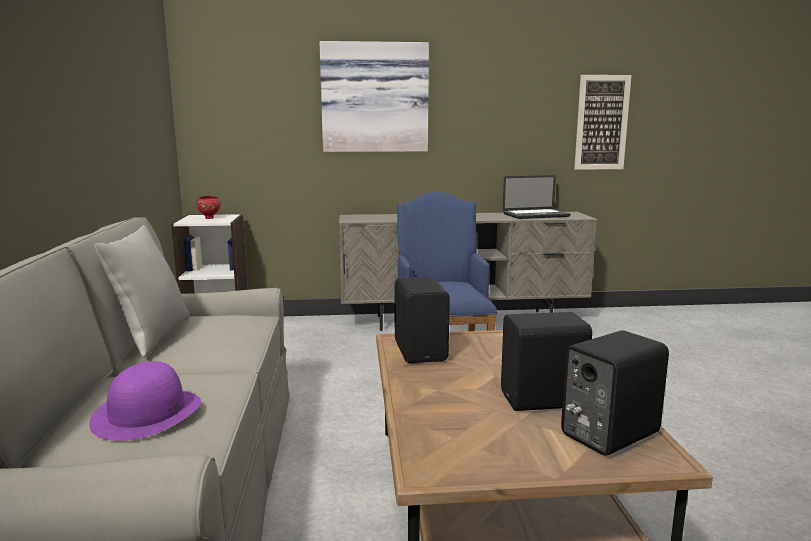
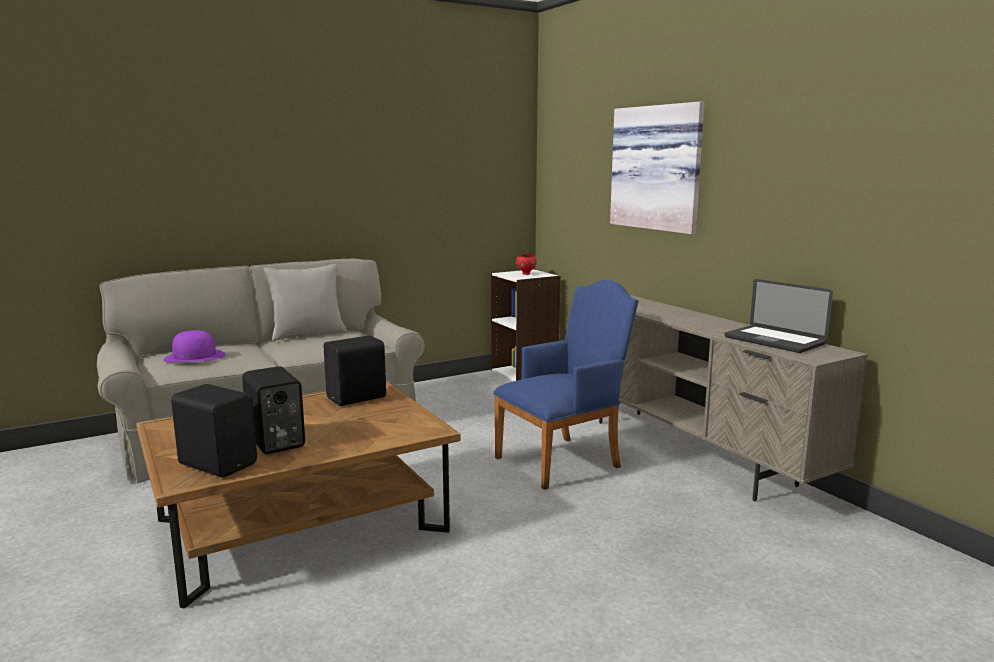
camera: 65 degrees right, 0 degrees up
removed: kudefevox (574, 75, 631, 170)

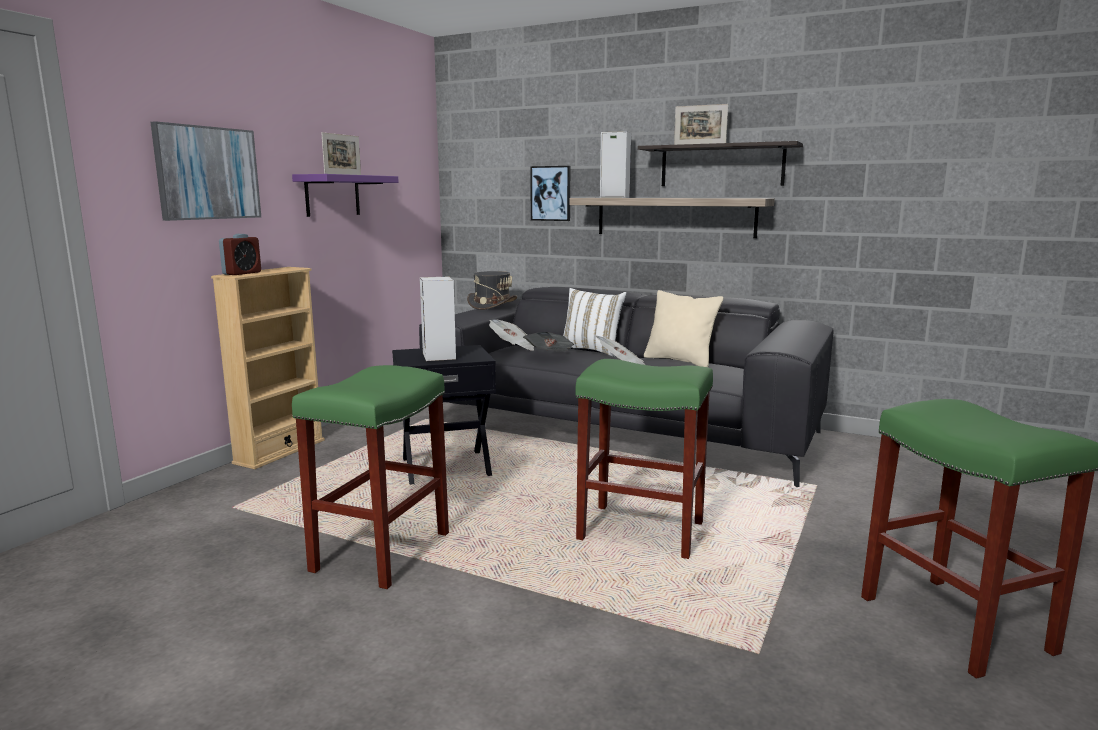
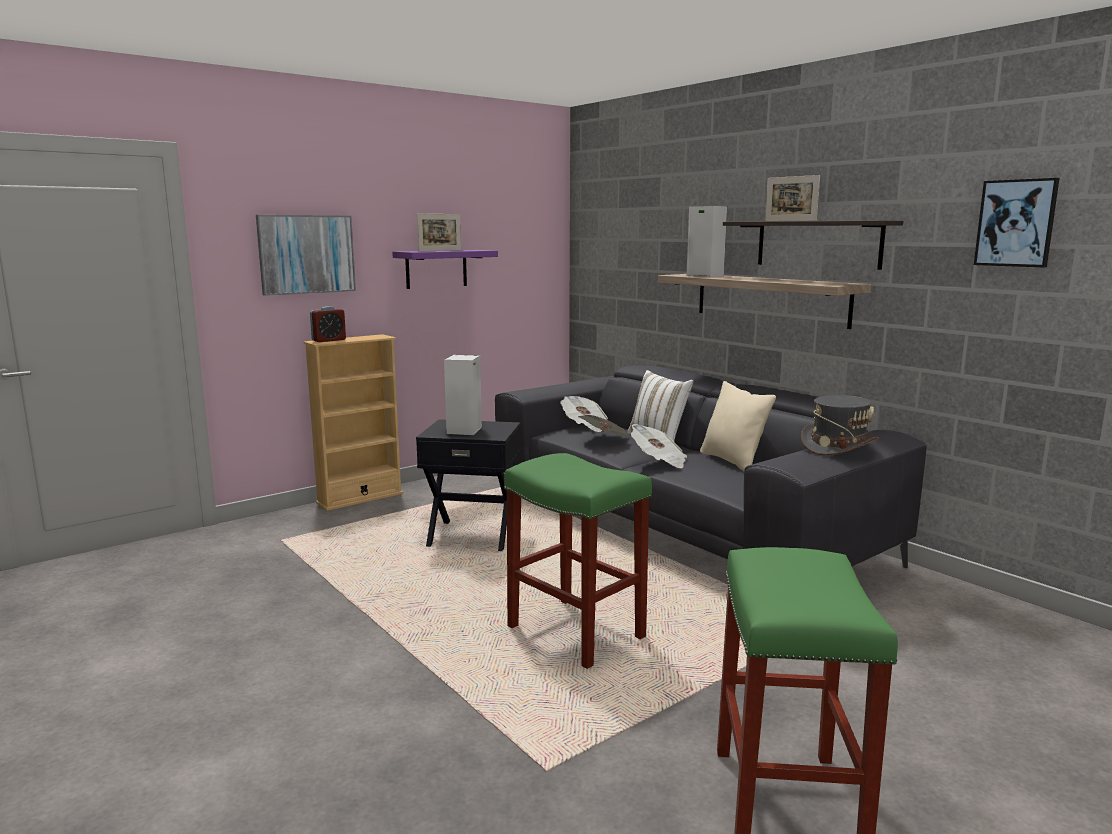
camera: 25 degrees right, 0 degrees up
removed: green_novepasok (292, 365, 449, 589)
moved: kudefevox (530, 166, 570, 221) to (974, 178, 1060, 267); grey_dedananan (467, 271, 517, 310) to (801, 395, 878, 456)

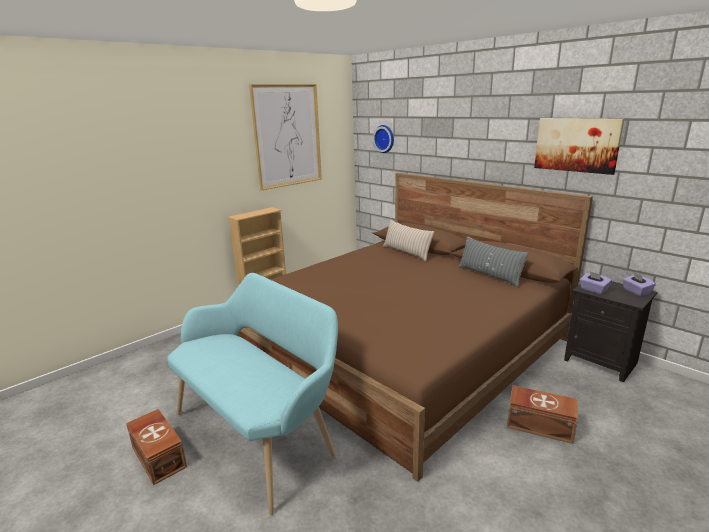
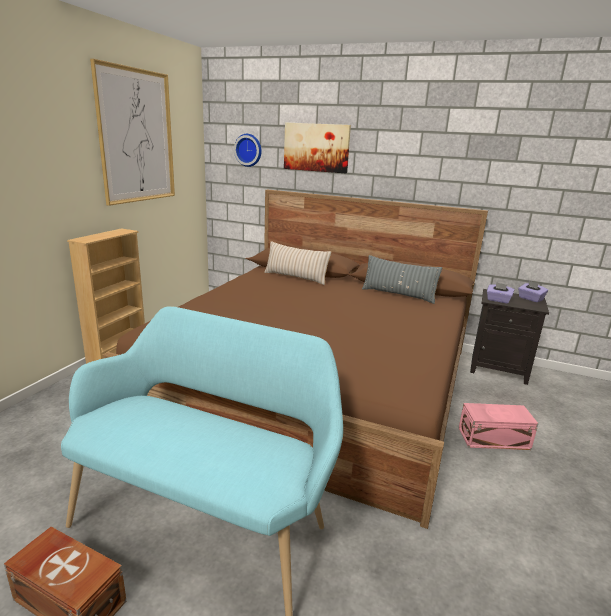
camera: 25 degrees left, 0 degrees up
moved: kudefevox (534, 118, 624, 175) to (284, 123, 351, 173)
recoloured: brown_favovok (507, 385, 578, 444) to pink_favovok (459, 403, 539, 450)

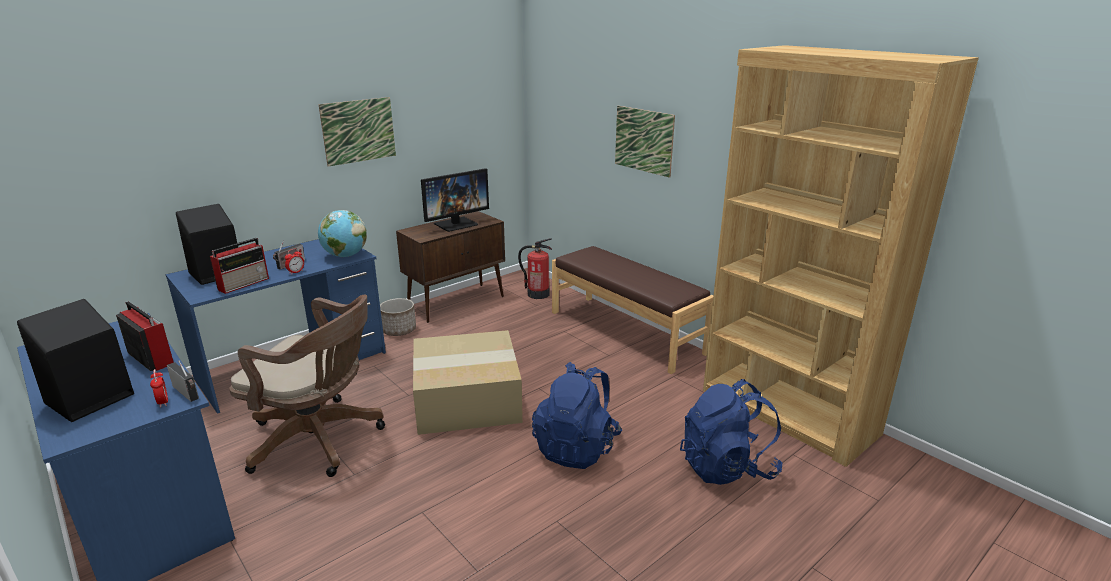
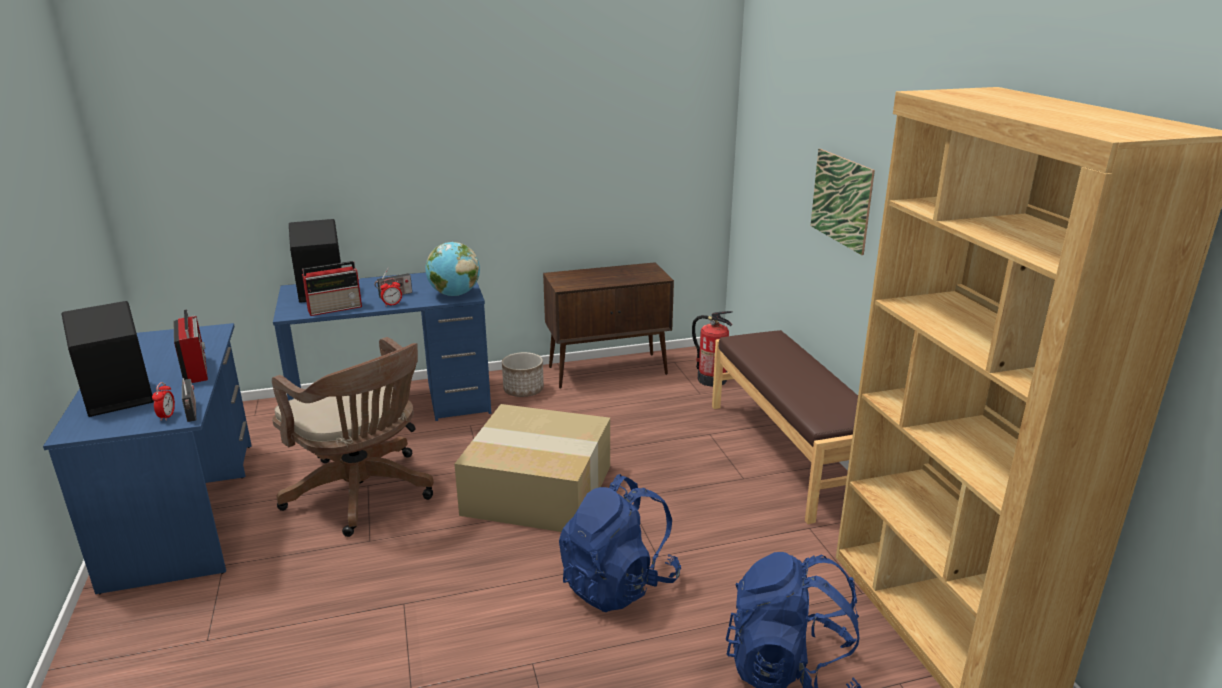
camera: 25 degrees right, 0 degrees up
removed: kudefevox (318, 97, 396, 167); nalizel (421, 168, 489, 232)

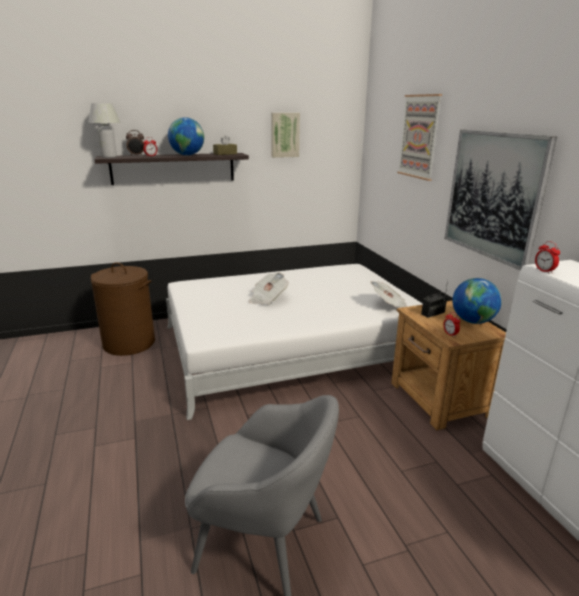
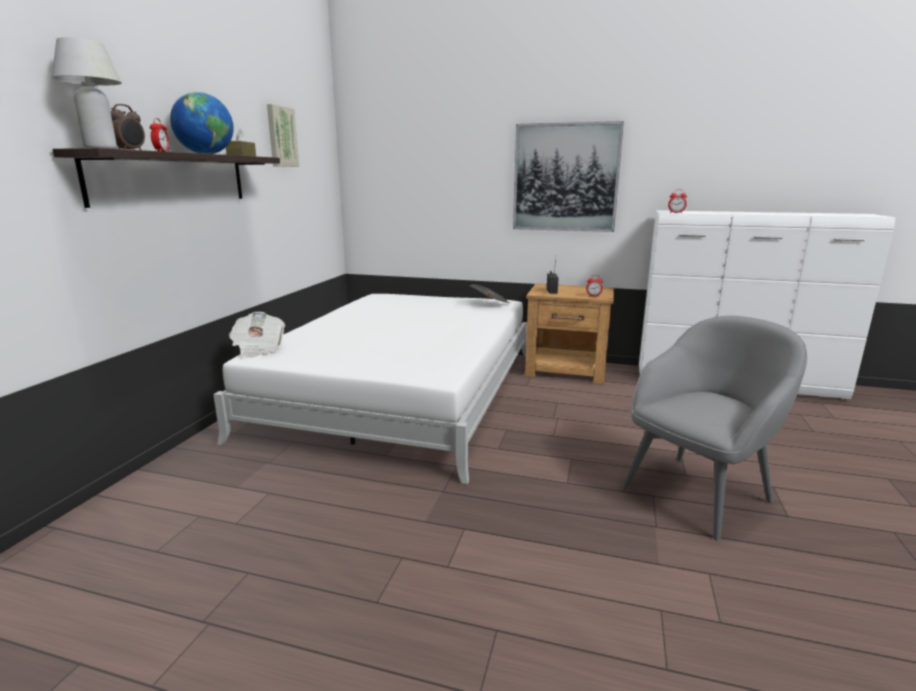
camera: 55 degrees left, 5 degrees down
removed: kudefevox (397, 94, 442, 181); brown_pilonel (91, 262, 155, 356); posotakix (452, 278, 502, 324)
moved: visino (249, 273, 288, 305) to (229, 312, 286, 358)

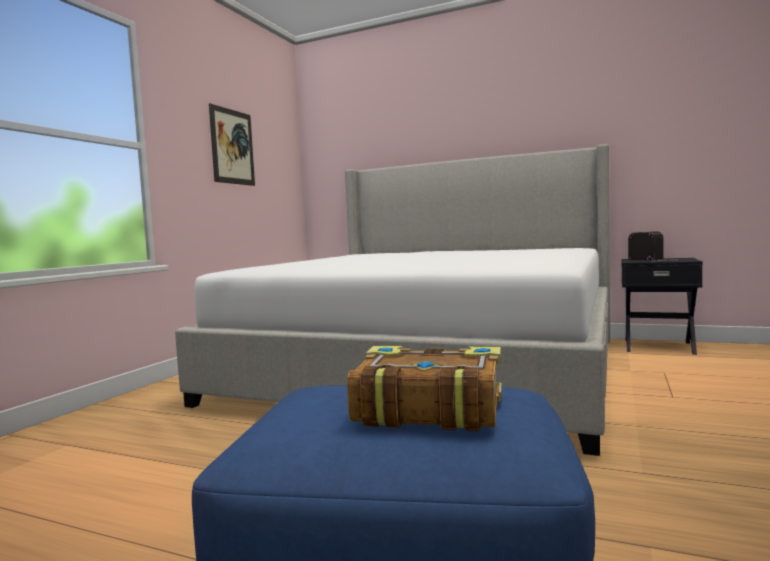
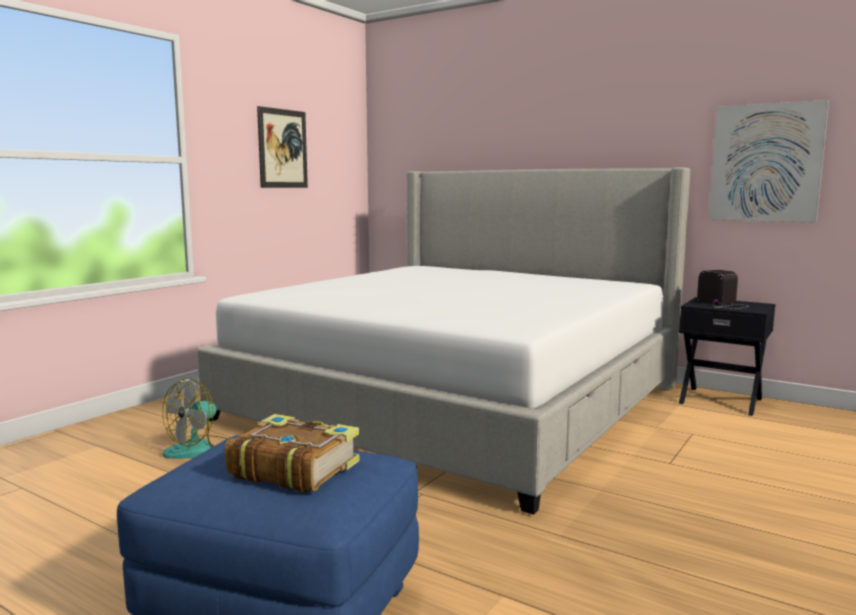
camera: 10 degrees right, 5 degrees up
added: kudefevox (709, 100, 829, 223); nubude (162, 378, 228, 459)

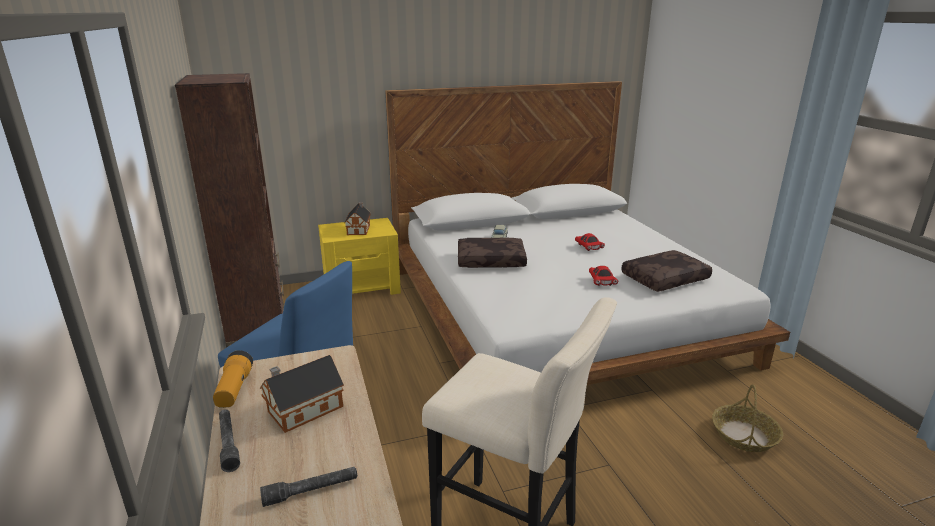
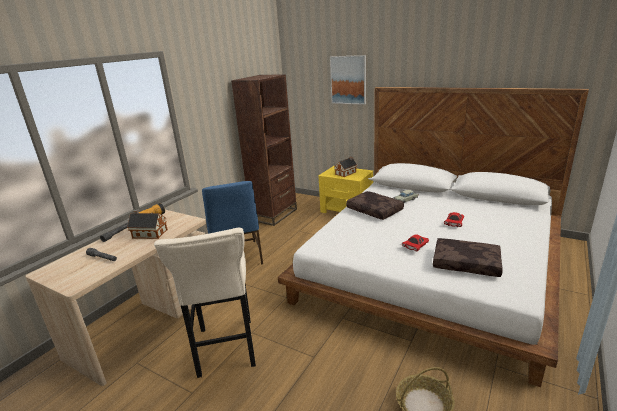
camera: 50 degrees right, 0 degrees up
added: kudefevox (330, 55, 366, 105)

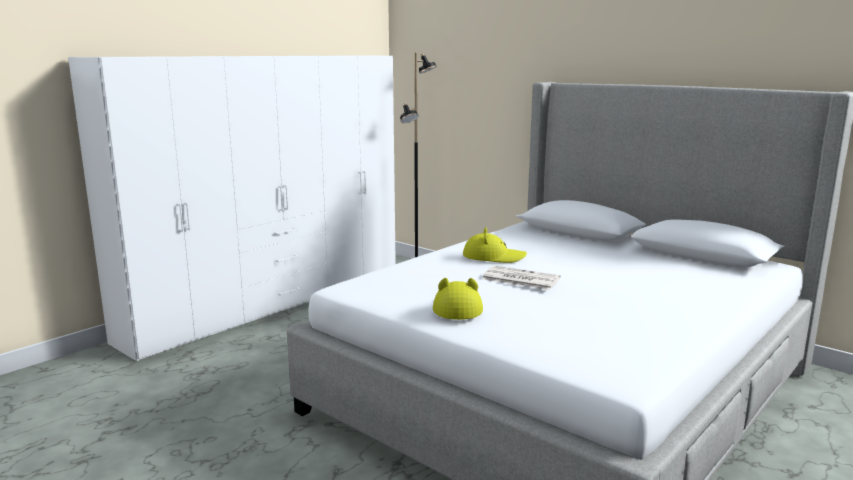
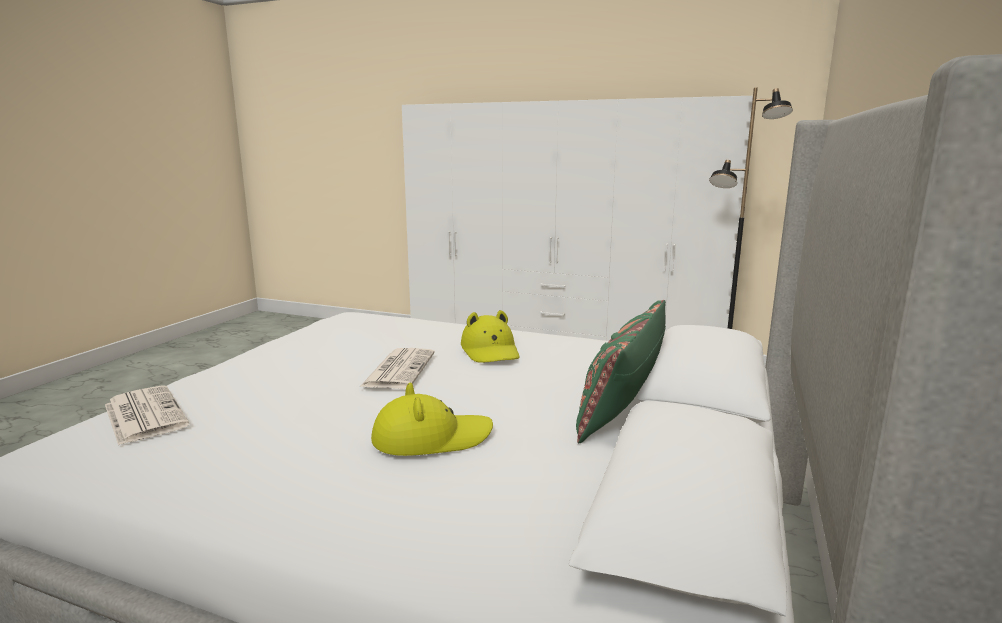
camera: 70 degrees right, 0 degrees up
added: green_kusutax (576, 300, 666, 443); visino (105, 385, 189, 446)
moved: yellow_dedananan (433, 278, 483, 320) to (371, 382, 493, 456)

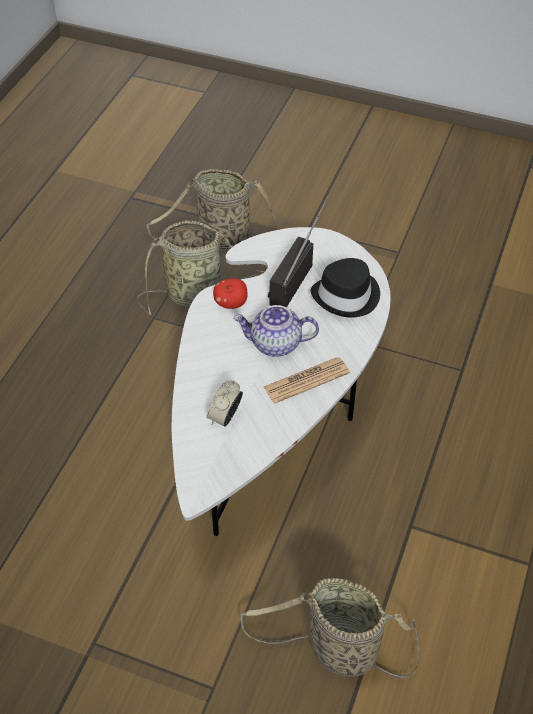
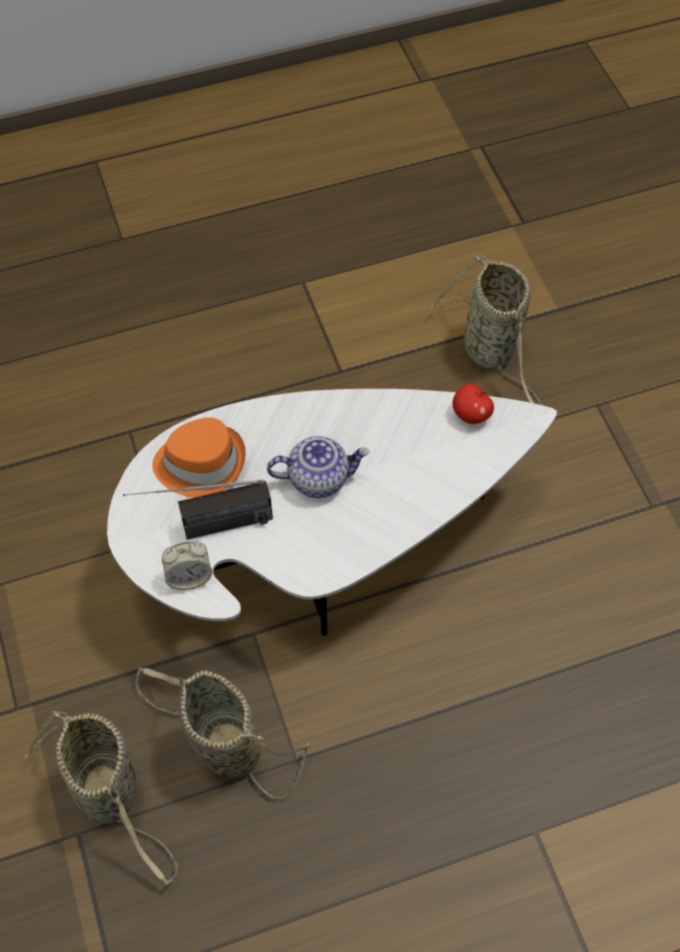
camera: 130 degrees left, 10 degrees up
removed: visino (264, 357, 350, 404)
moved: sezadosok (213, 278, 248, 309) to (453, 383, 494, 424); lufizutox (206, 381, 243, 427) to (162, 541, 212, 590)
recoloured: black_dedananan (311, 258, 380, 318) to orange_dedananan (152, 417, 246, 497)
turned: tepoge (234, 305, 319, 357) = (267, 436, 369, 498) 60 degrees counterclockwise

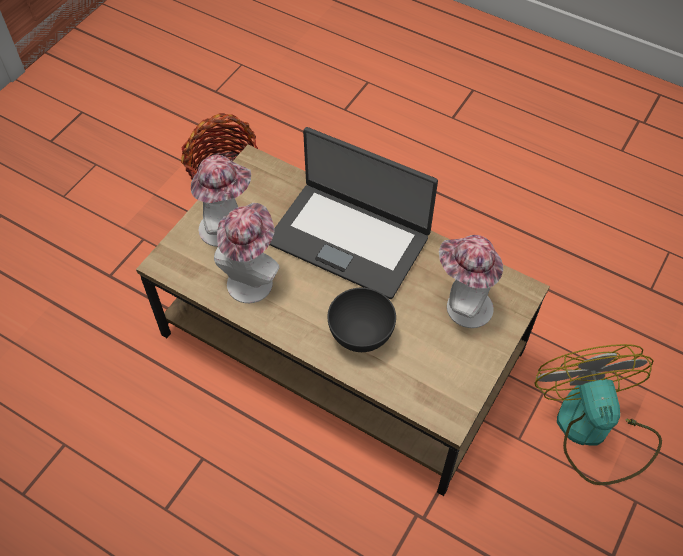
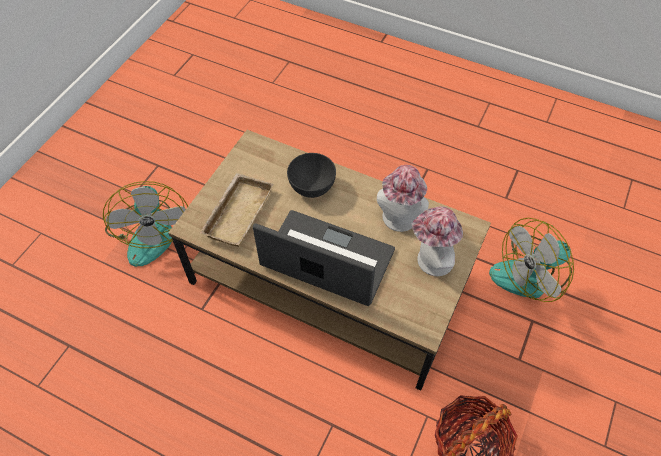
camera: 175 degrees right, 0 degrees up
added: nubude (489, 218, 574, 302)
replaced: dedananan (439, 235, 503, 328) to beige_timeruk (200, 173, 274, 247)

